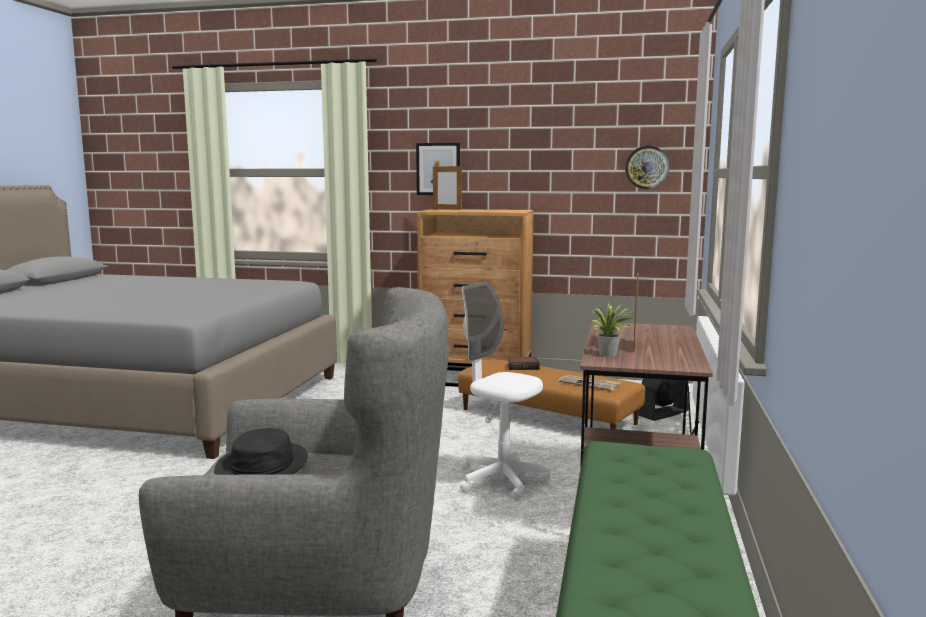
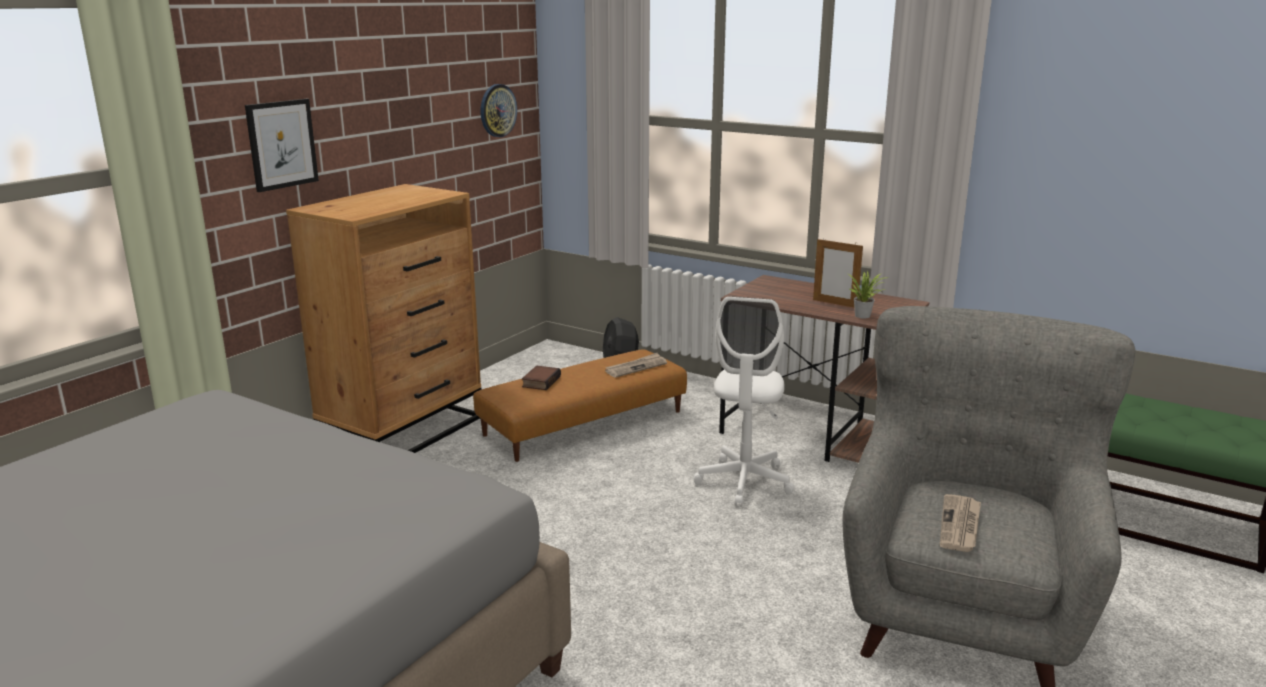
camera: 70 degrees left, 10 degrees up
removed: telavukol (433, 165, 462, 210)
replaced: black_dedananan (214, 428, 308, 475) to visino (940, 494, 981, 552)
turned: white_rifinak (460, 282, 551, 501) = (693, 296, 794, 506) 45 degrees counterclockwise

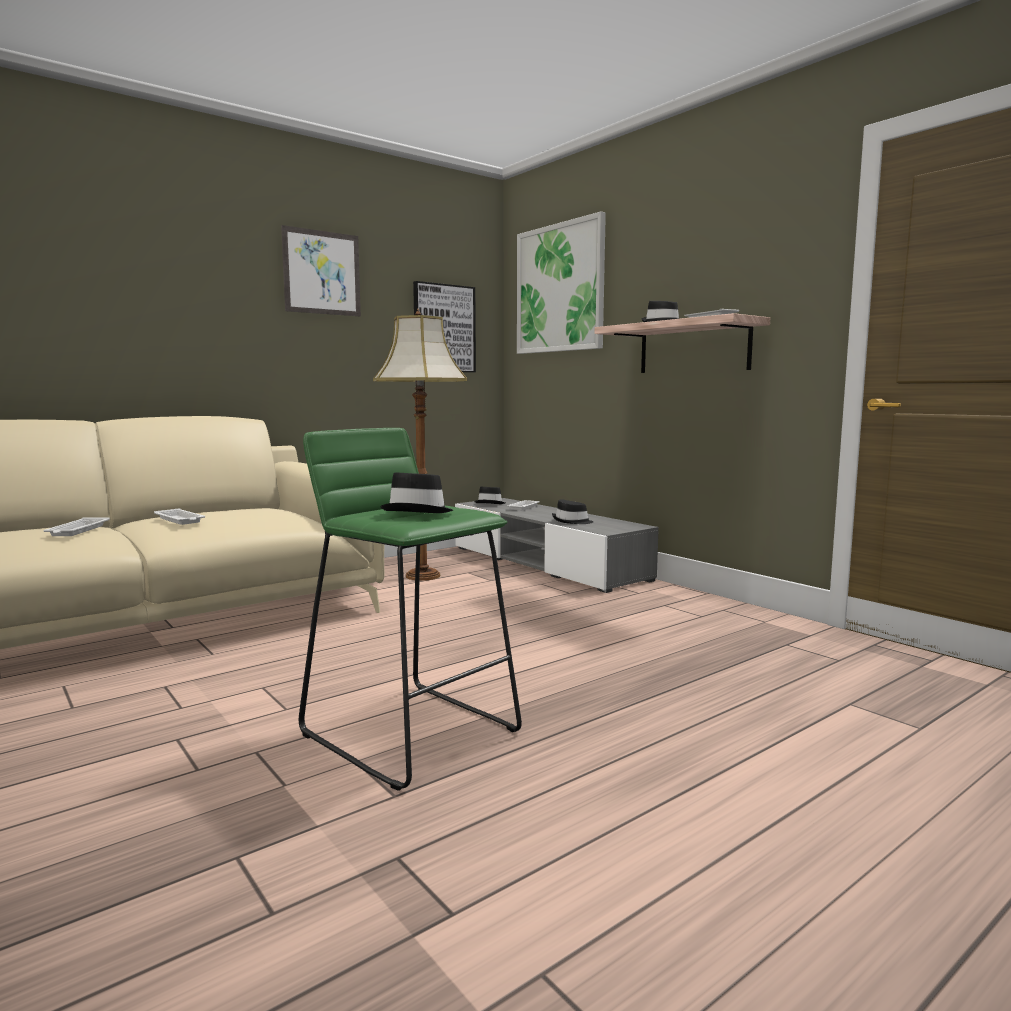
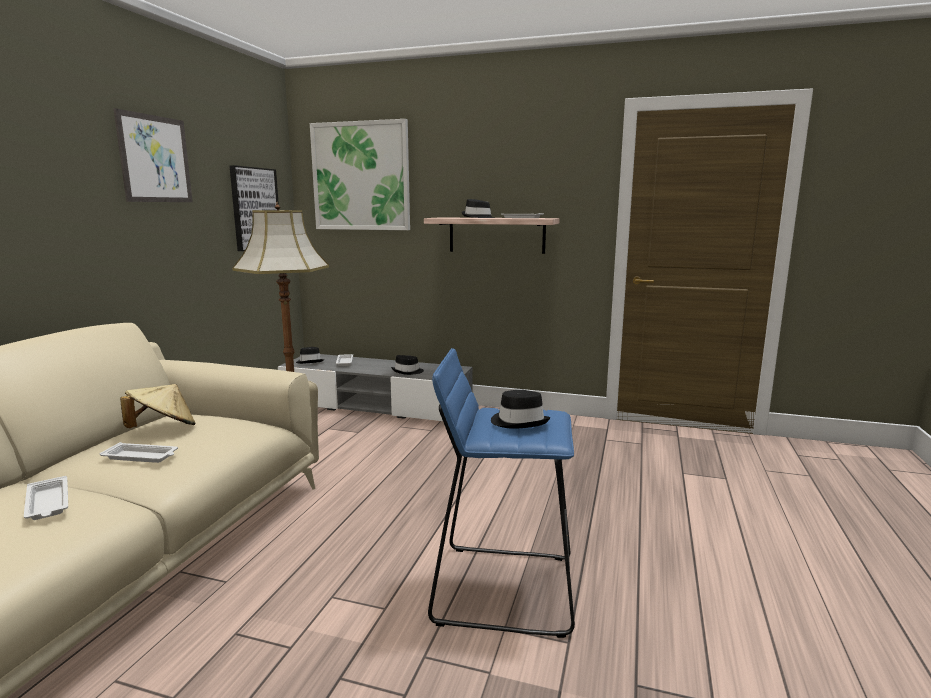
camera: 35 degrees left, 5 degrees up
added: beige_dedananan (120, 384, 195, 428)
recoloured: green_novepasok (299, 428, 522, 791) to blue_novepasok (428, 348, 575, 638)

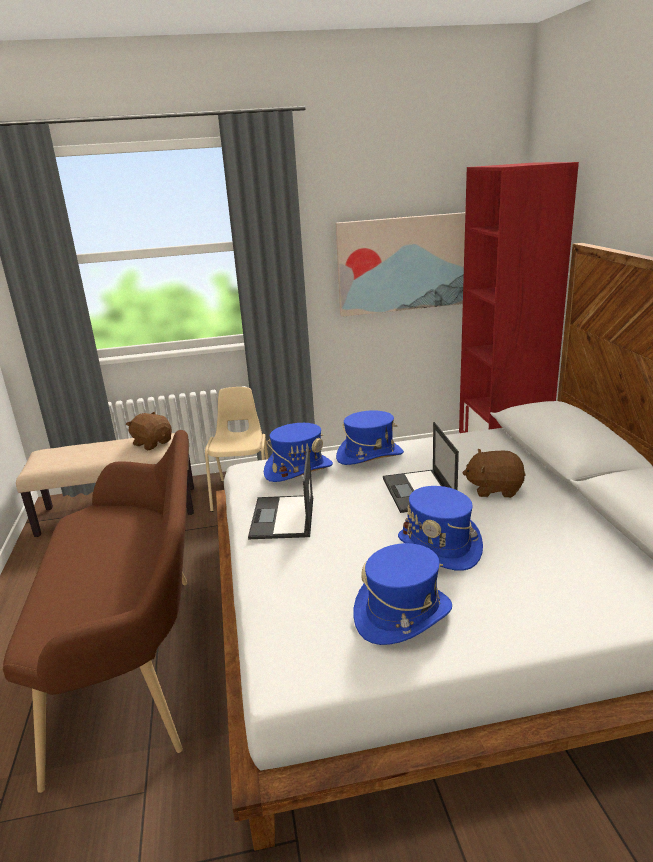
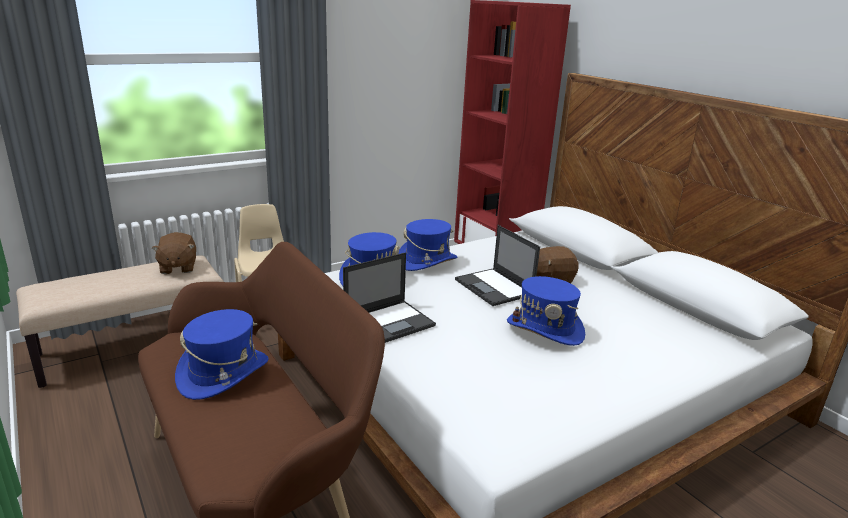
camera: 25 degrees left, 0 degrees up
removed: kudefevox (336, 212, 465, 317)
moved: blue_dedananan (353, 543, 452, 645) to (175, 309, 268, 400)
turned: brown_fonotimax (126, 412, 172, 450) = (151, 232, 196, 274) 120 degrees counterclockwise; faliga (248, 446, 313, 539) = (343, 252, 436, 343) 105 degrees counterclockwise

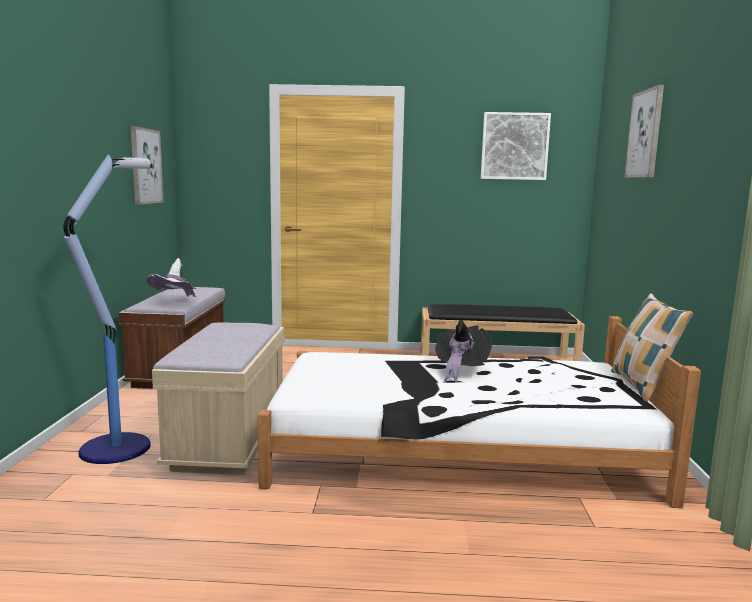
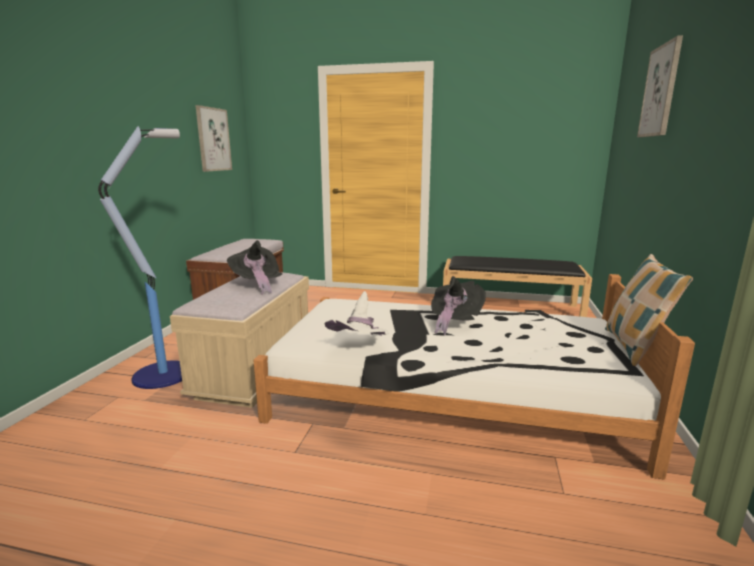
camera: 10 degrees right, 5 degrees up
removed: kudefevox (481, 112, 551, 180)
added: black_dedananan (227, 240, 282, 295)
moved: white_dedananan (146, 258, 196, 297) to (324, 291, 388, 336)

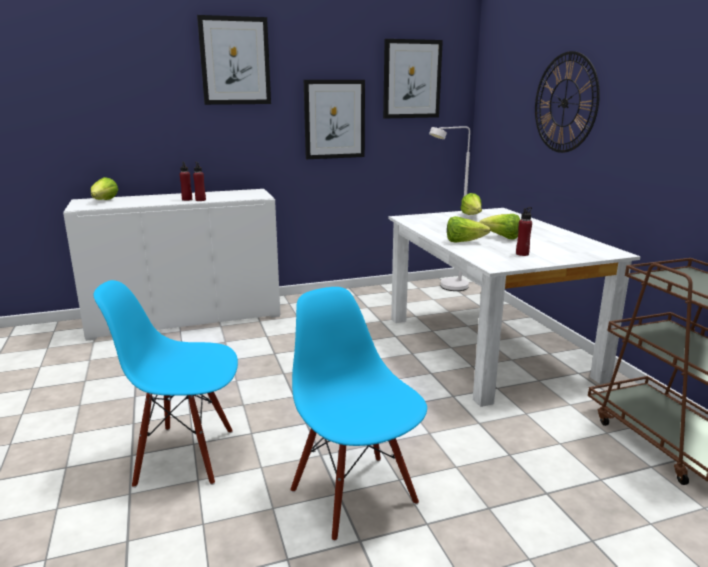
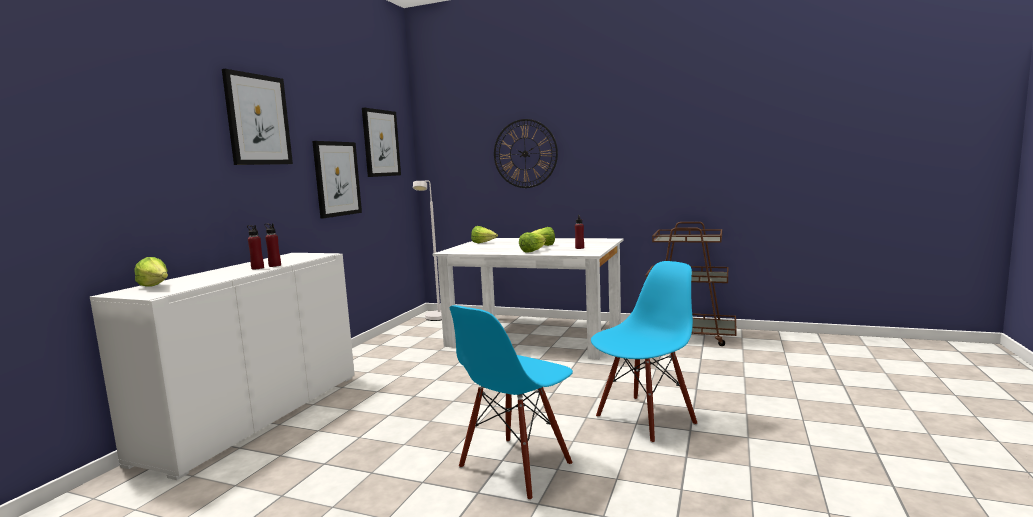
camera: 50 degrees left, 10 degrees down
turned: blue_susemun (290, 287, 427, 542) = (591, 261, 697, 443) 135 degrees clockwise

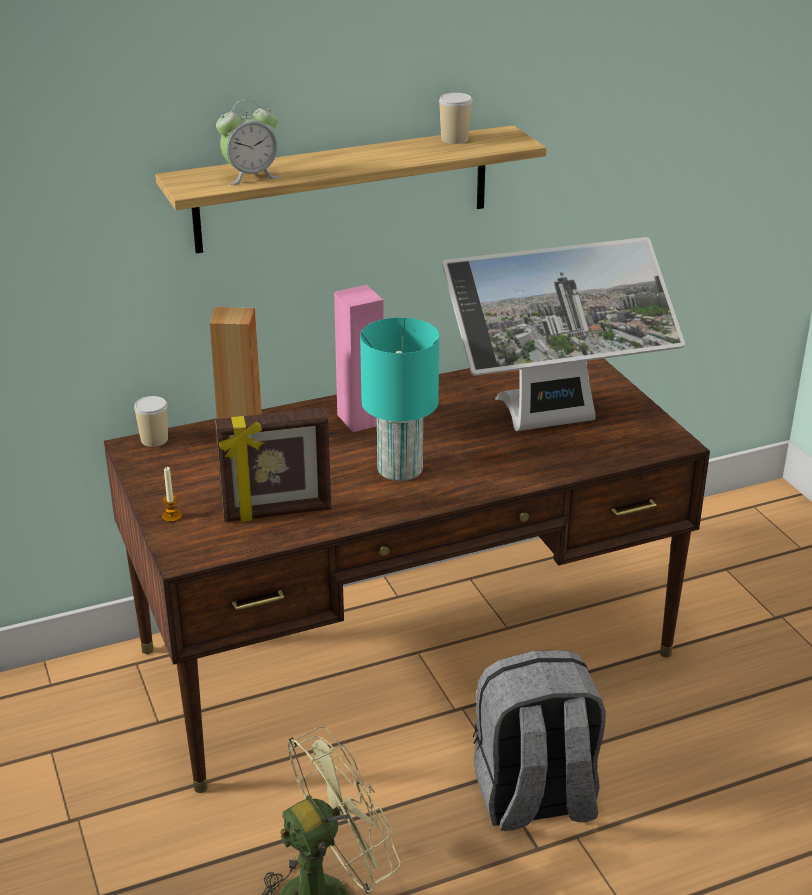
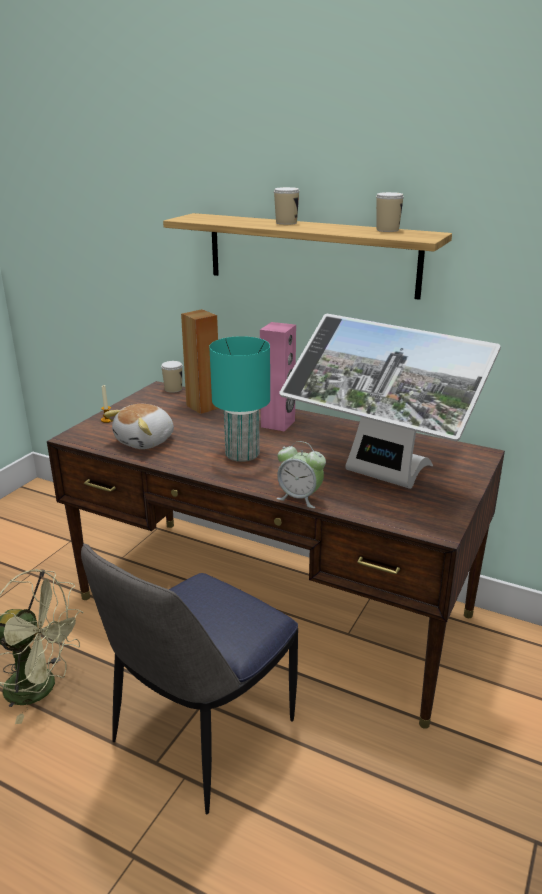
camera: 50 degrees right, 5 degrees down
added: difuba (274, 187, 300, 225)
moved: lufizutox (216, 100, 280, 185) to (277, 441, 326, 508)
replaced: telavukol (215, 407, 331, 522) to fonotimax (104, 404, 174, 449); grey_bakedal (473, 651, 606, 831) to susemun (81, 543, 298, 815)

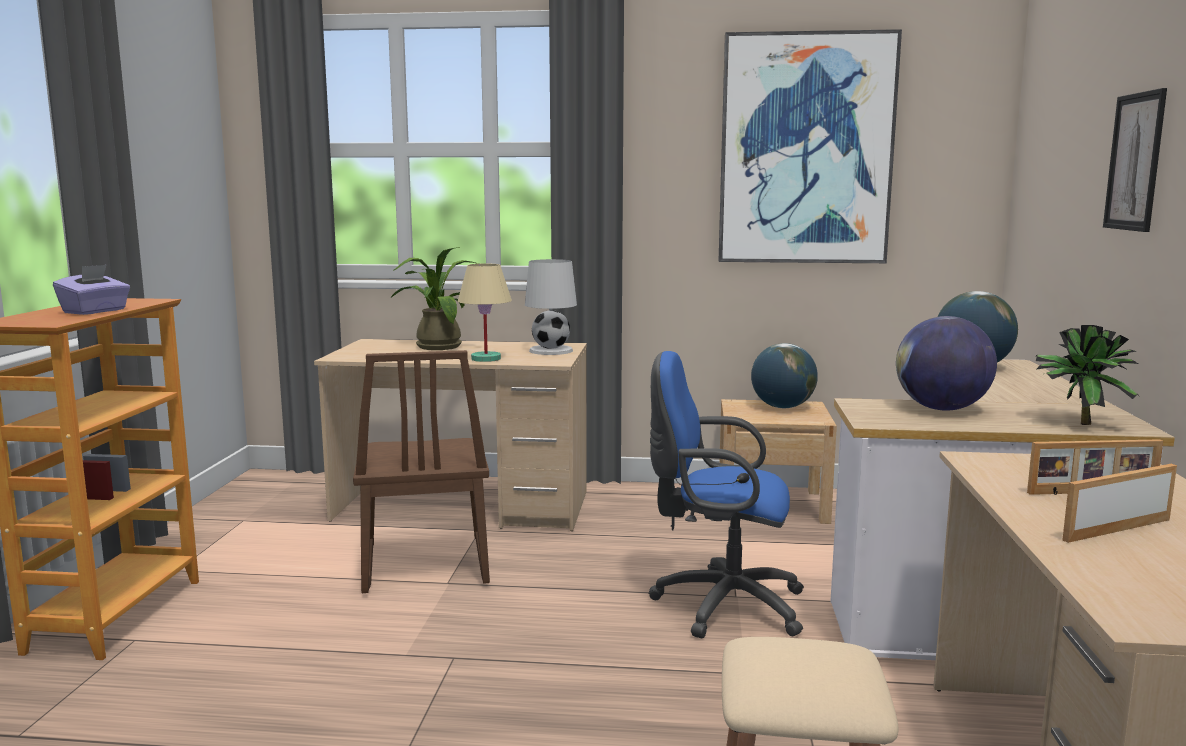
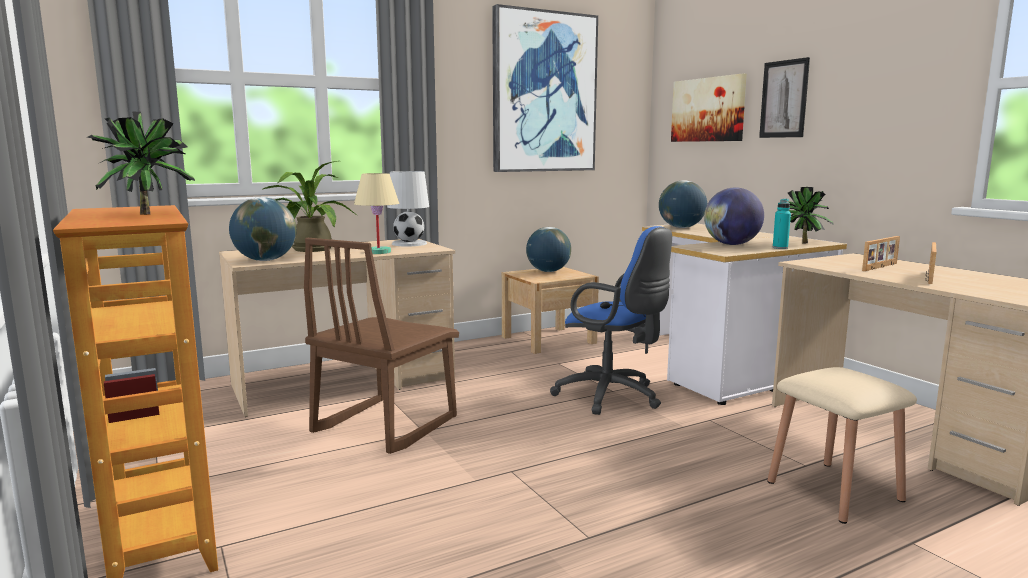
camera: 35 degrees left, 0 degrees up
added: kudefevox (671, 73, 747, 142); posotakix (229, 197, 297, 261); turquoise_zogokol (773, 199, 791, 249)
replaced: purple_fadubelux (53, 264, 130, 315) to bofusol (87, 112, 195, 215)
turned: brown_susemun (353, 350, 490, 593) = (304, 238, 459, 454) 75 degrees clockwise; blue_rifinak (649, 351, 804, 638) = (550, 226, 672, 415) 120 degrees counterclockwise

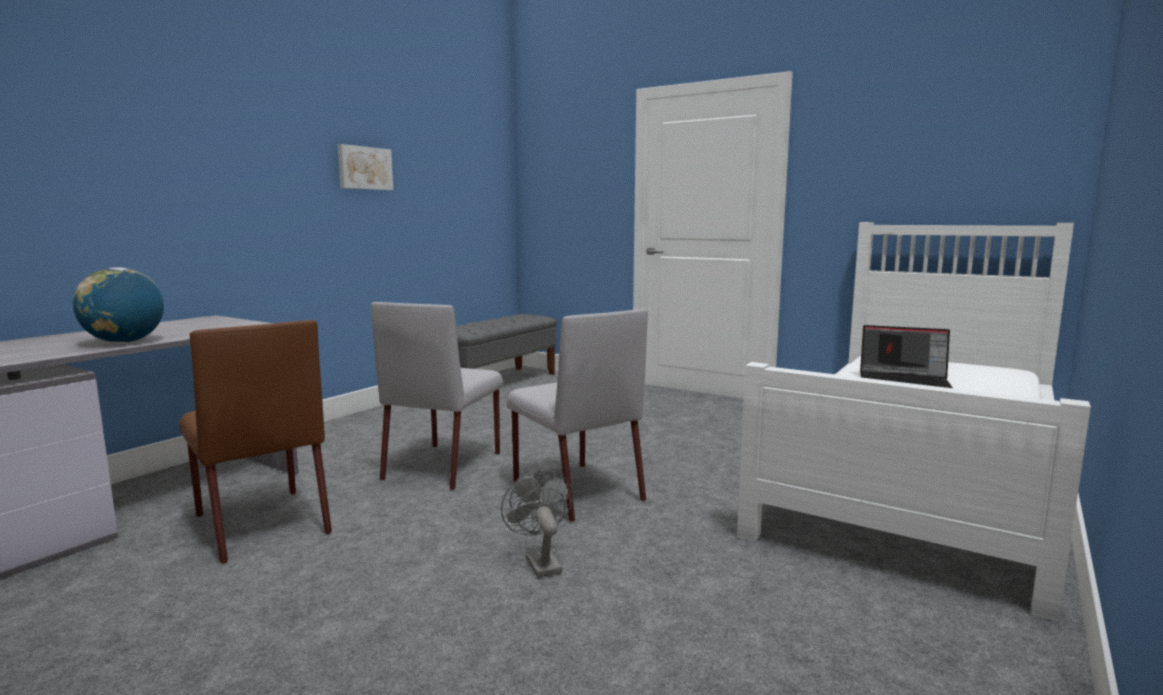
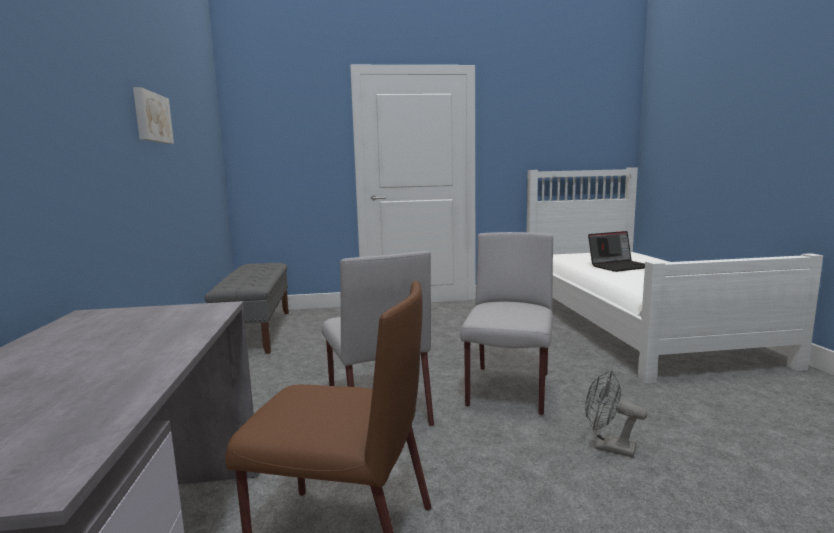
camera: 40 degrees left, 0 degrees up
removed: posotakix (73, 267, 164, 343)
turned: grey_susemun (507, 309, 648, 522) = (460, 232, 553, 415) 90 degrees counterclockwise

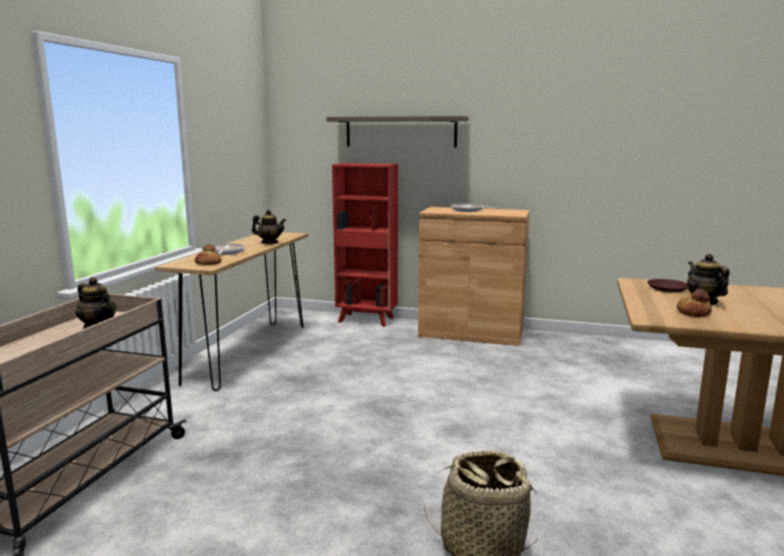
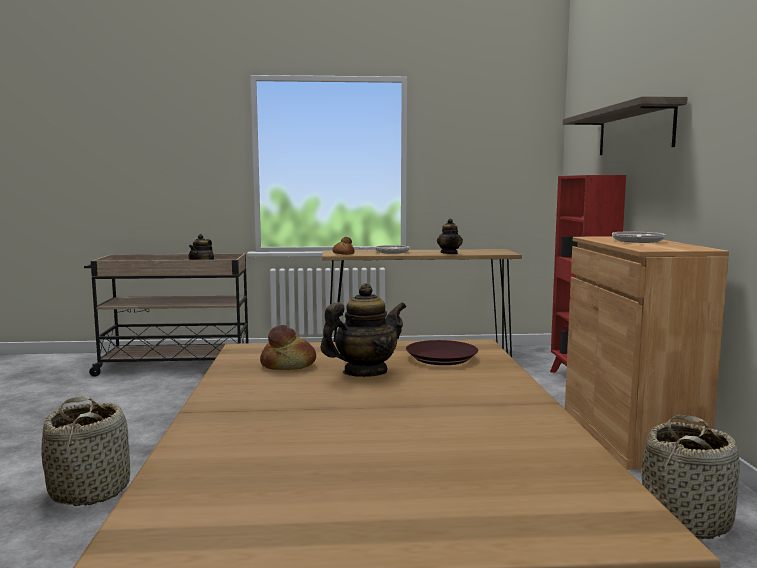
camera: 70 degrees right, 5 degrees down
added: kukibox (642, 415, 740, 539)

